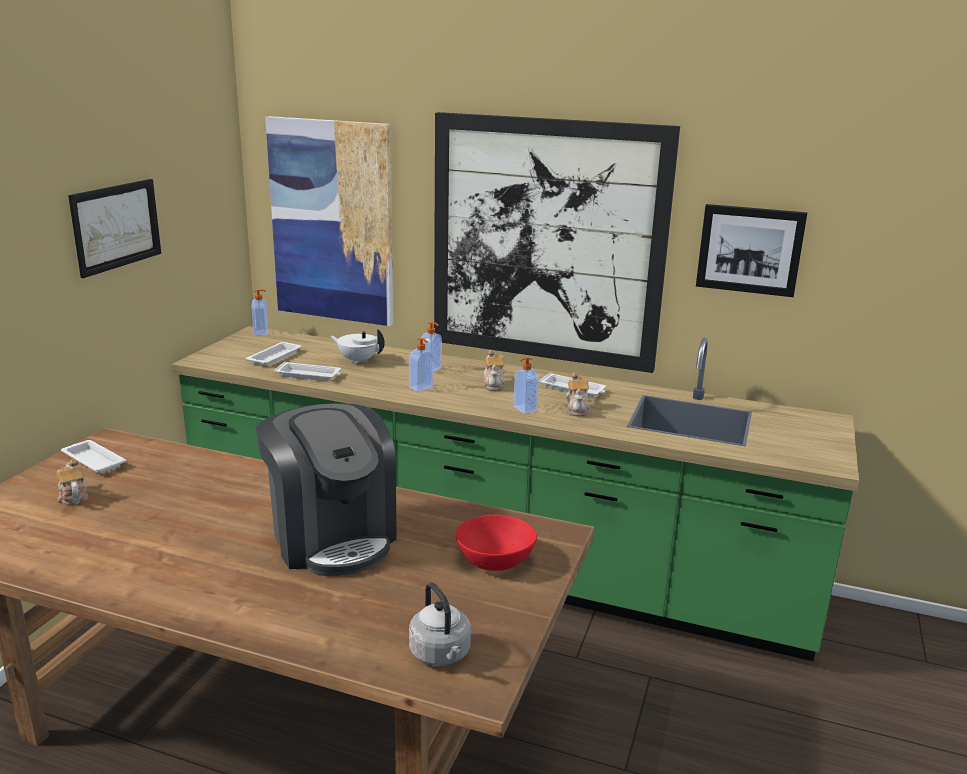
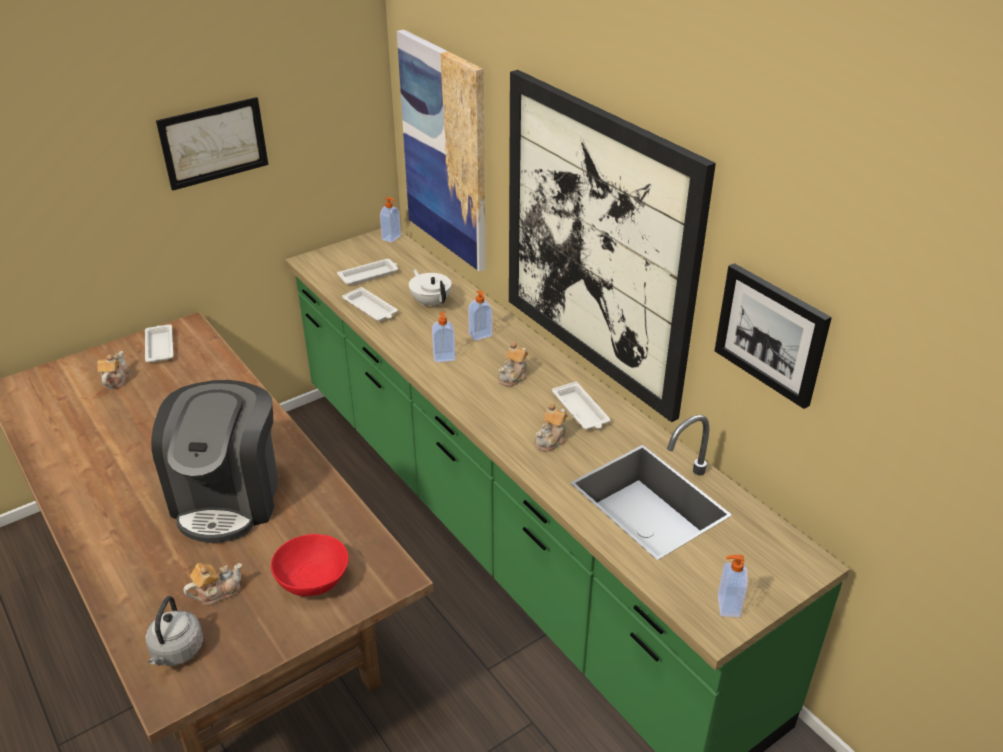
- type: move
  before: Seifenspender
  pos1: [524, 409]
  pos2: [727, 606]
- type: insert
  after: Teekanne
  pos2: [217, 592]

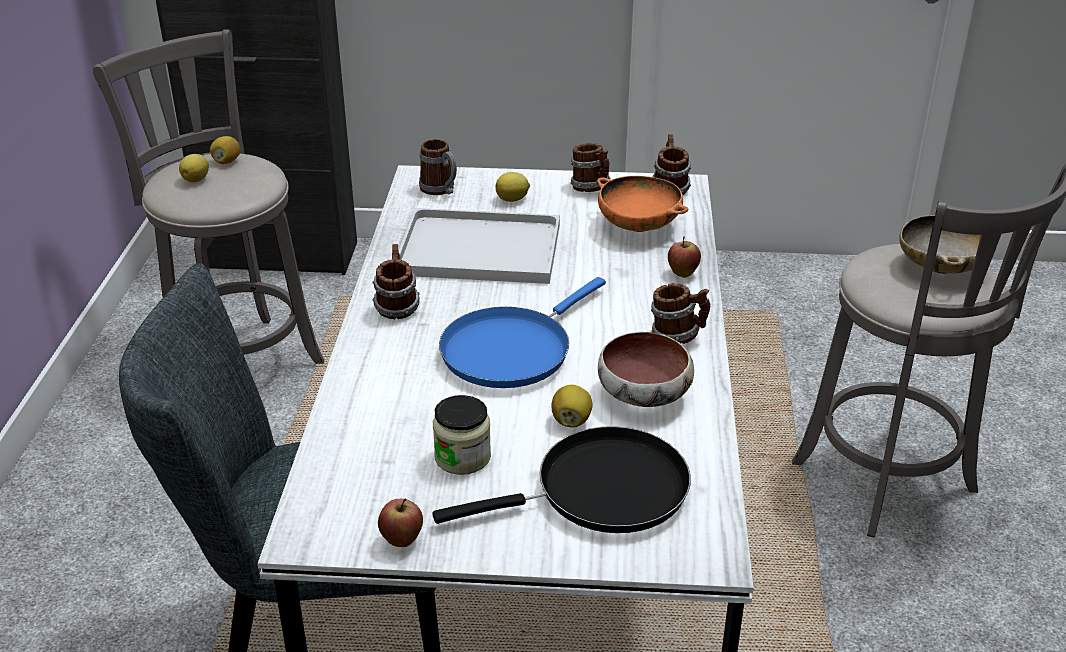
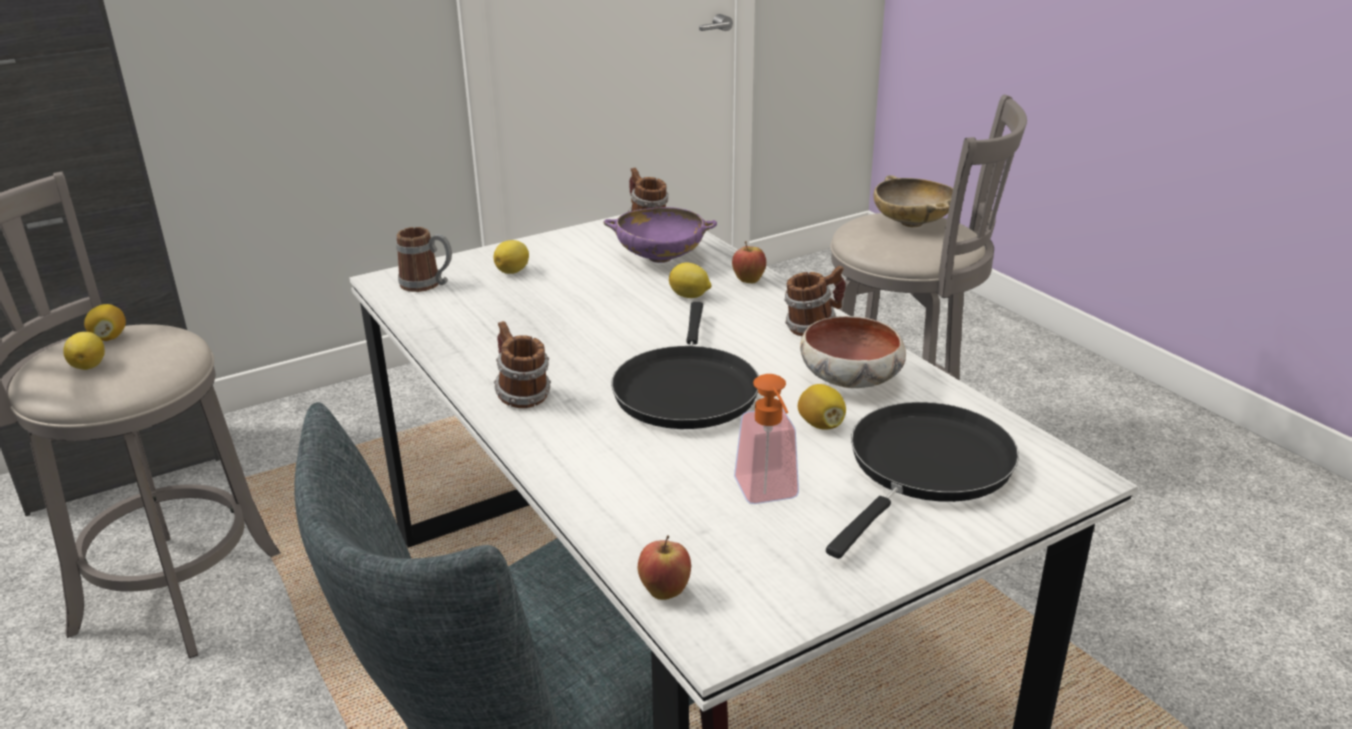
- type: move
  before: Apfel
  pos1: [402, 540]
  pos2: [665, 592]
- type: delete
  before: Tablett/weiß
  pos1: [476, 250]
- type: replace
  before: Vorratsglas
  after: Seifenspender
  pos1: [462, 457]
  pos2: [769, 495]
- type: recolor
  before: Pfanne/blau
  after: Pfanne/schwarz
  pos1: [511, 350]
  pos2: [686, 389]
- type: delete
  before: Henkelbecher
  pos1: [591, 189]
- type: recolor
  before: Schüssel/orange
  after: Schüssel/lila
  pos1: [639, 226]
  pos2: [660, 258]
- type: insert
  after: Zitrone
  pos2: [690, 296]

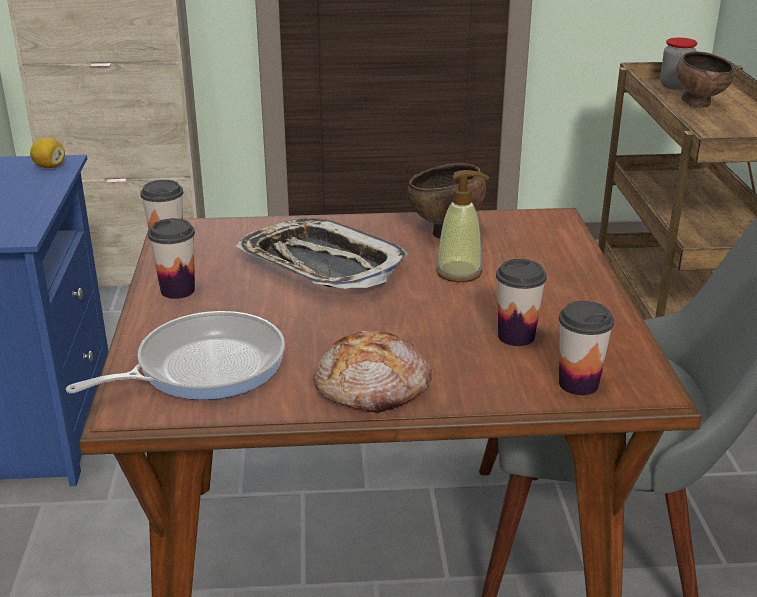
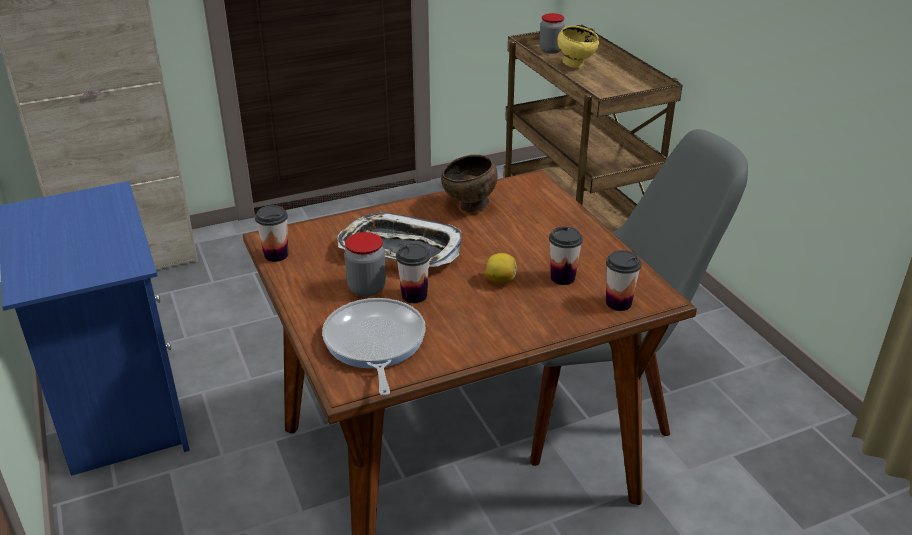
- type: move
  before: Zitrone
  pos1: [49, 166]
  pos2: [501, 281]
- type: rotate
  before: Pfanne
  pos1: [203, 367]
  pos2: [374, 344]
  turn: -45
- type: move
  before: Tasse
  pos1: [177, 290]
  pos2: [414, 295]
- type: delete
  before: Brot
  pos1: [374, 387]
- type: delete
  before: Seifenspender
  pos1: [459, 273]
- type: recolor
  before: Schüssel/braun
  after: Schüssel/gelb
  pos1: [699, 104]
  pos2: [576, 65]
- type: insert
  after: Vorratsglas
  pos2: [367, 288]

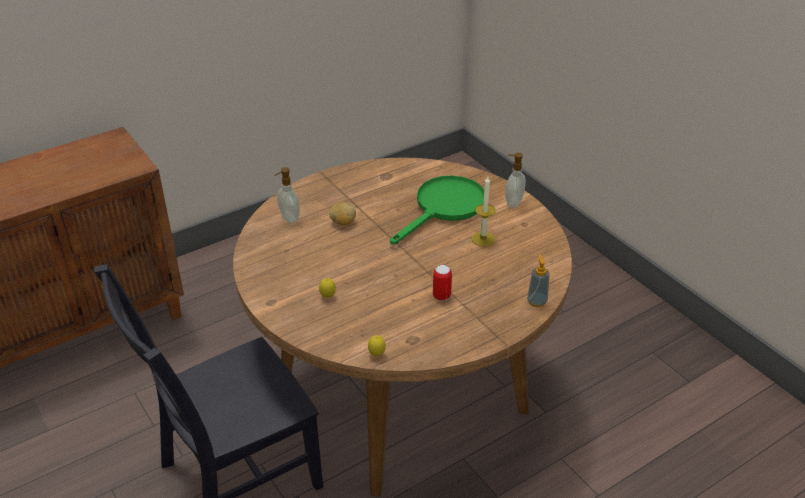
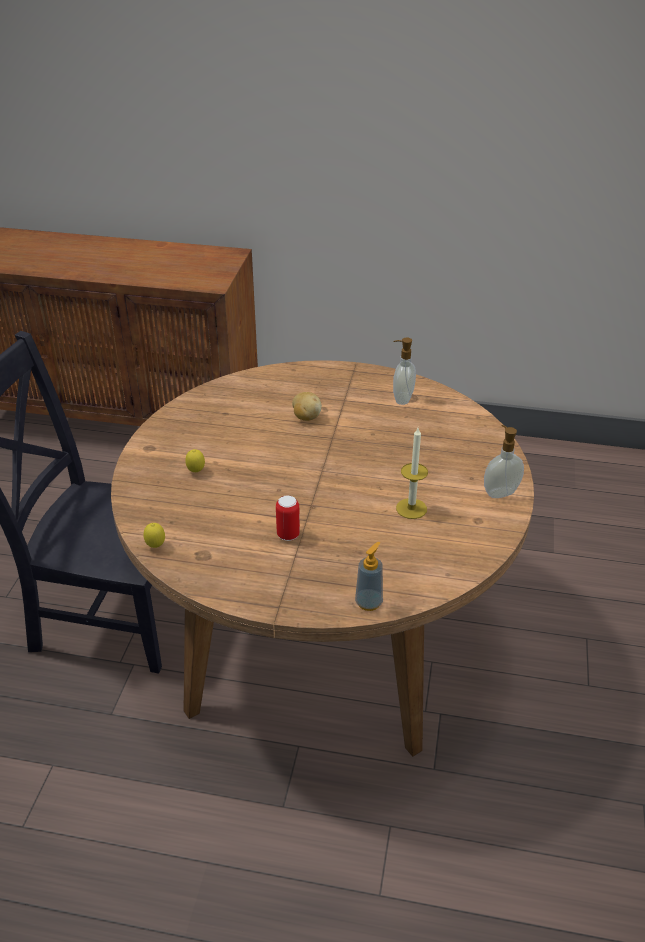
- type: move
  before: Seifenspender
  pos1: [288, 218]
  pos2: [402, 398]
- type: delete
  before: Pfanne/grün
  pos1: [445, 208]

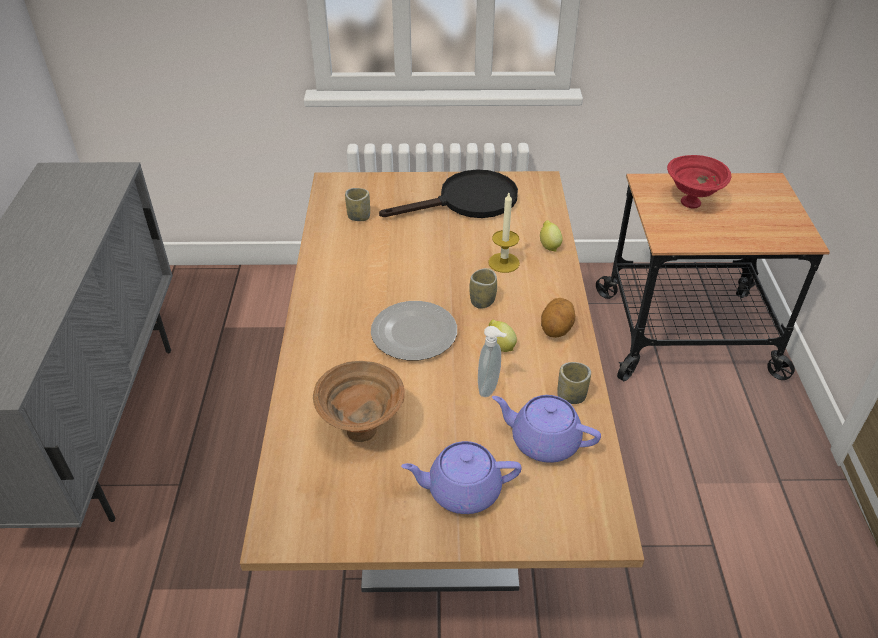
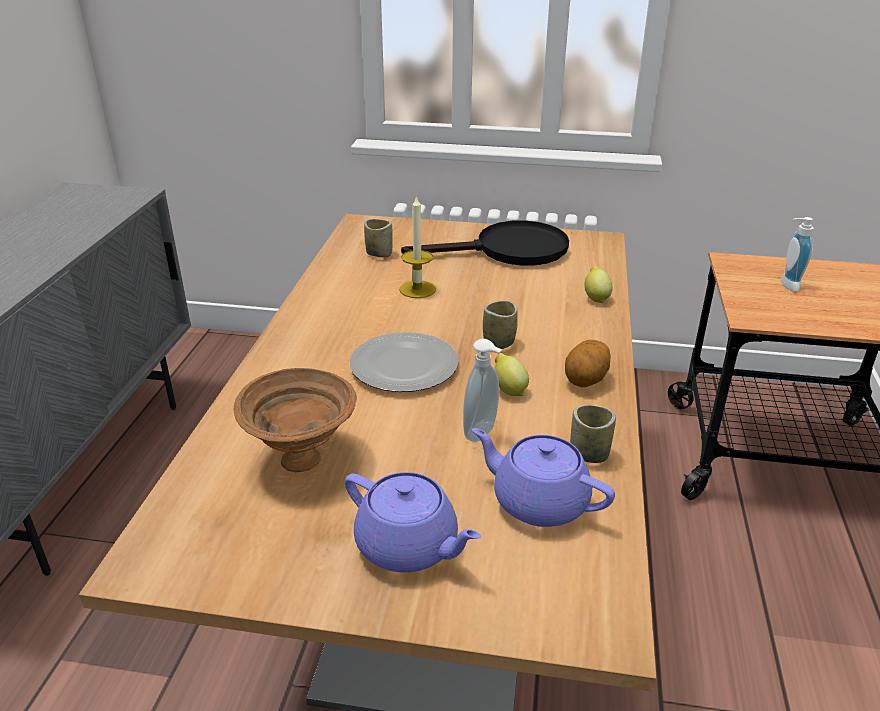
- type: rotate
  before: Teekanne/lila
  pos1: [462, 490]
  pos2: [409, 546]
  turn: -150
- type: move
  before: Kerze
  pos1: [504, 262]
  pos2: [417, 289]
- type: replace
  before: Schüssel/rot
  after: Seifenspender
  pos1: [691, 204]
  pos2: [786, 285]

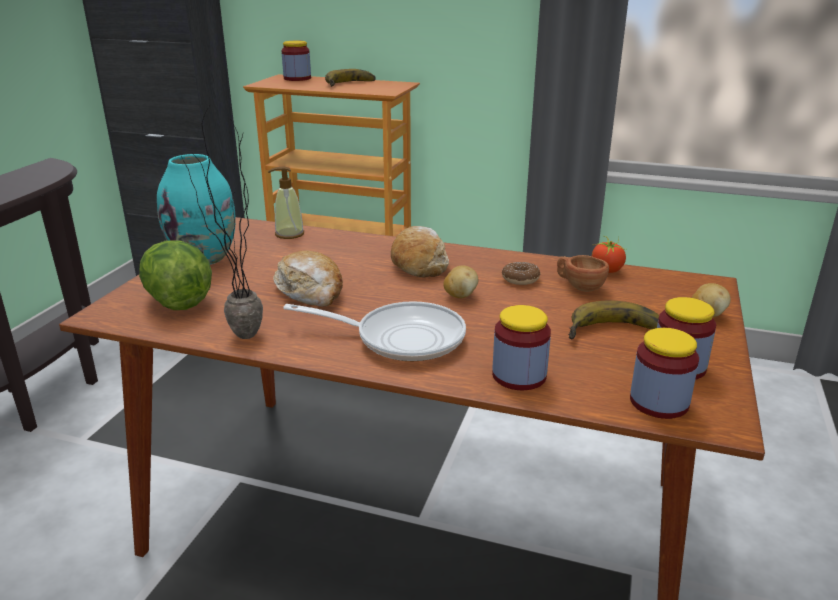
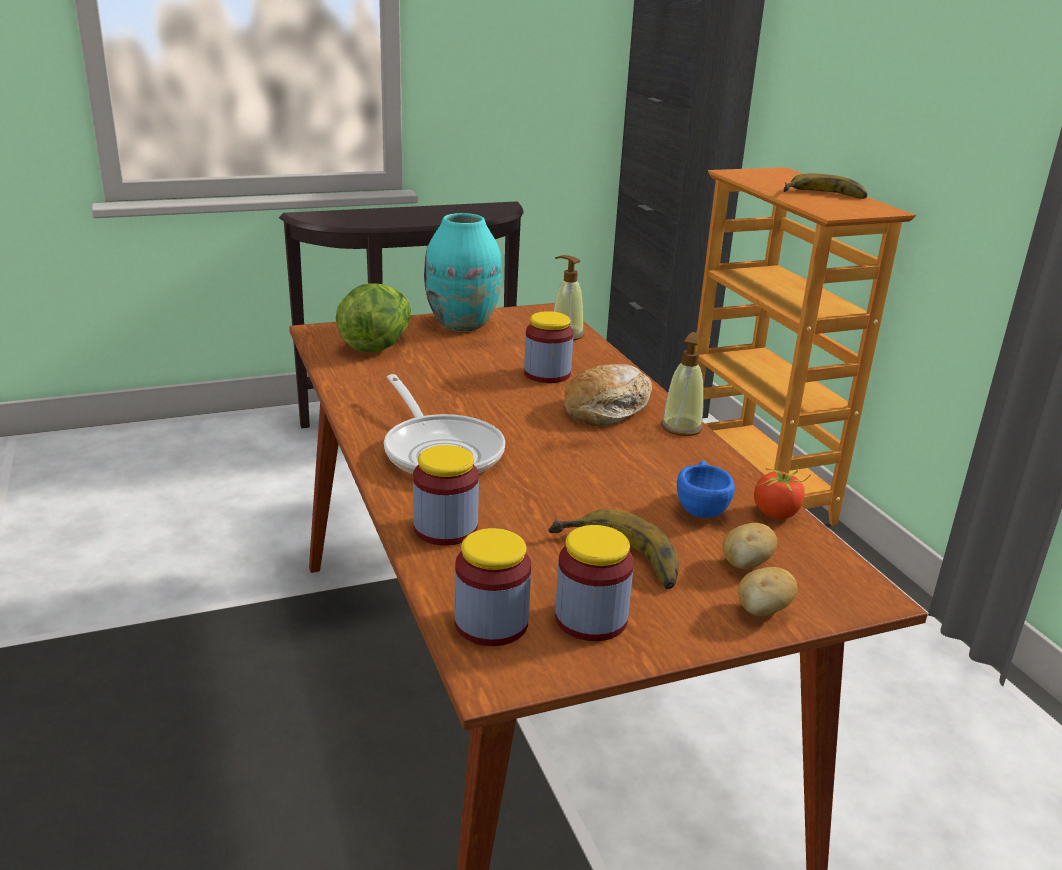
- type: delete
  before: Topfpflanze
  pos1: [236, 339]
- type: delete
  before: Brot
  pos1: [311, 291]
- type: move
  before: Vorratsglas
  pos1: [297, 78]
  pos2: [547, 374]
- type: move
  before: Kartoffel
  pos1: [460, 295]
  pos2: [746, 565]
- type: delete
  before: Donut
  pos1: [520, 279]
- type: recolor
  before: Tasse/braun
  after: Tasse/blau
  pos1: [579, 286]
  pos2: [701, 507]
- type: insert
  after: Seifenspender
  pos2: [681, 427]

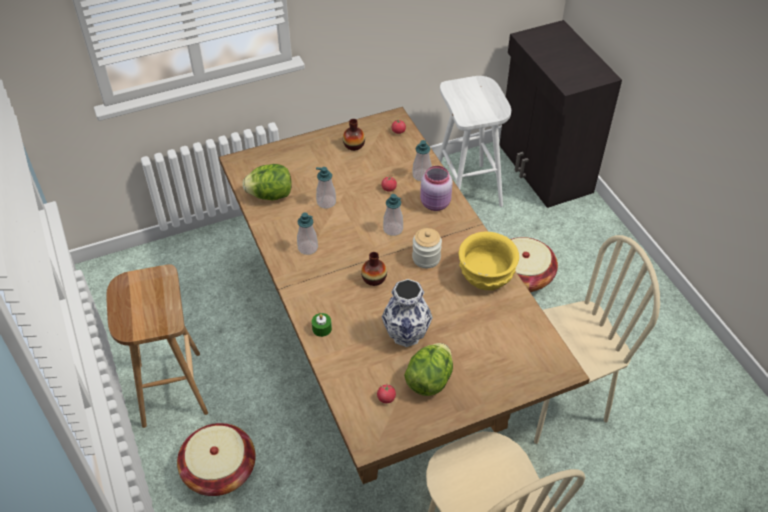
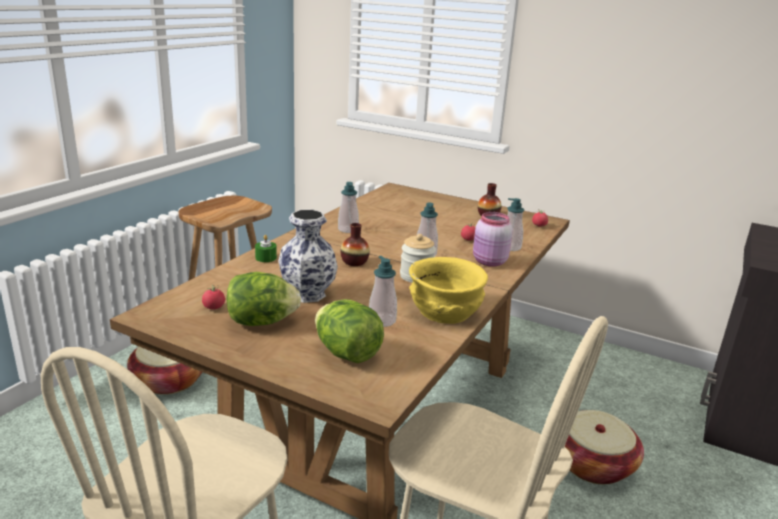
- type: move
  before: Salatkopf
  pos1: [270, 195]
  pos2: [347, 353]
- type: move
  before: Seifenspender
  pos1: [326, 202]
  pos2: [382, 320]
- type: delete
  before: Hocker/weiß
  pos1: [468, 190]

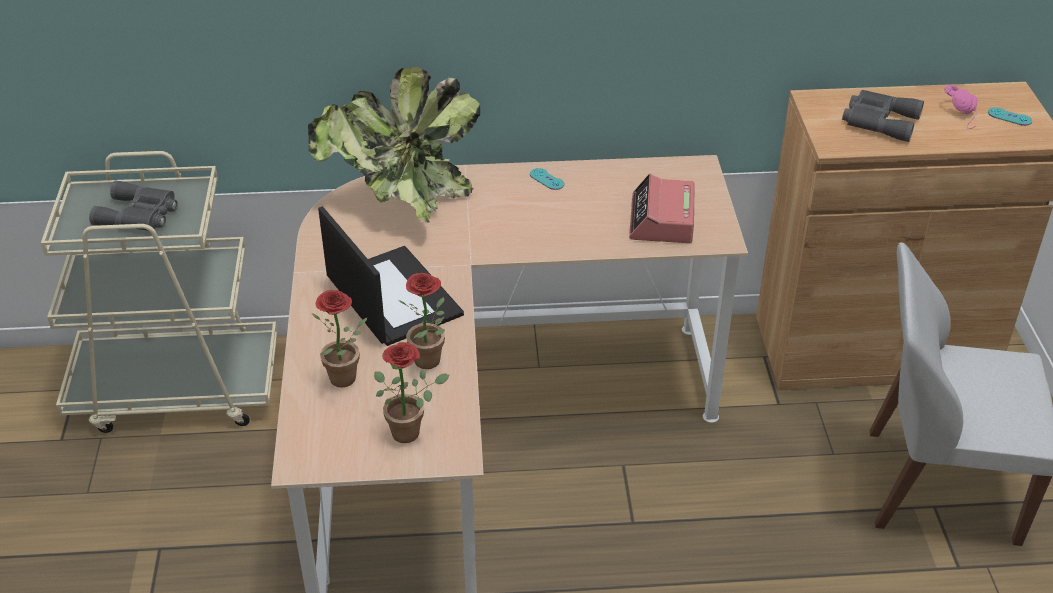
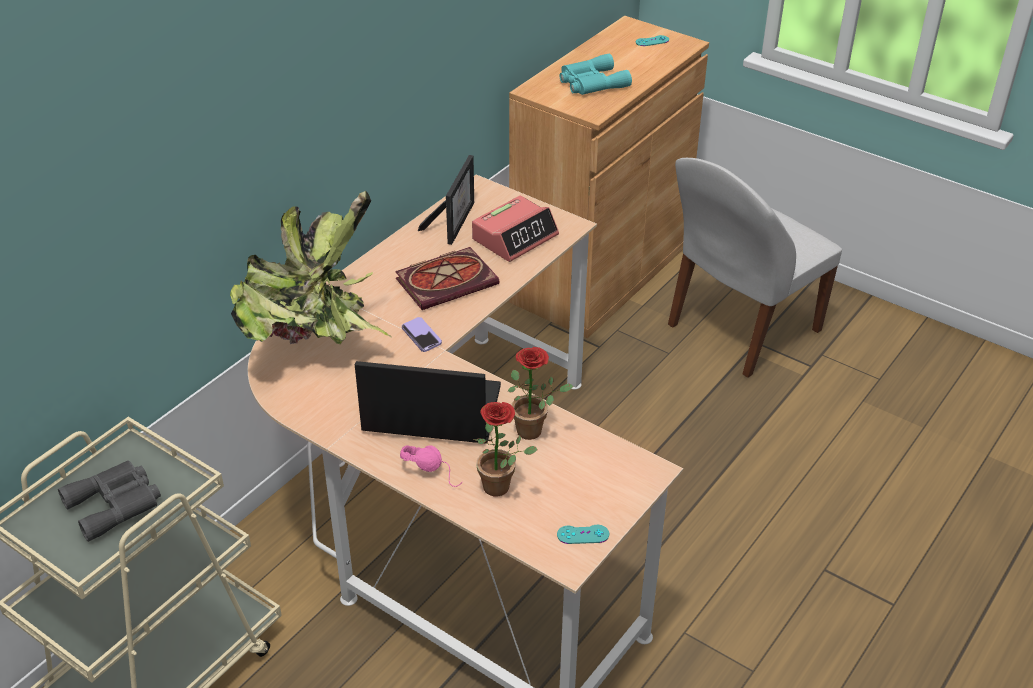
- type: delete
  before: Topfpflanze
  pos1: [411, 431]
- type: move
  before: Gamepad/türkis
  pos1: [547, 179]
  pos2: [583, 534]
- type: rotate
  before: Wecker
  pos1: [661, 220]
  pos2: [515, 237]
  turn: -90
- type: recolor
  before: Fernglas/grau
  after: Fernglas/türkis
  pos1: [878, 120]
  pos2: [591, 82]
- type: move
  before: Kopfhörer/rosa
  pos1: [966, 115]
  pos2: [435, 470]
- type: insert
  after: Buch
  pos2: [448, 280]
- type: insert
  after: Handy
  pos2: [421, 336]
- type: insert
  after: Bilderrahmen
  pos2: [454, 221]

